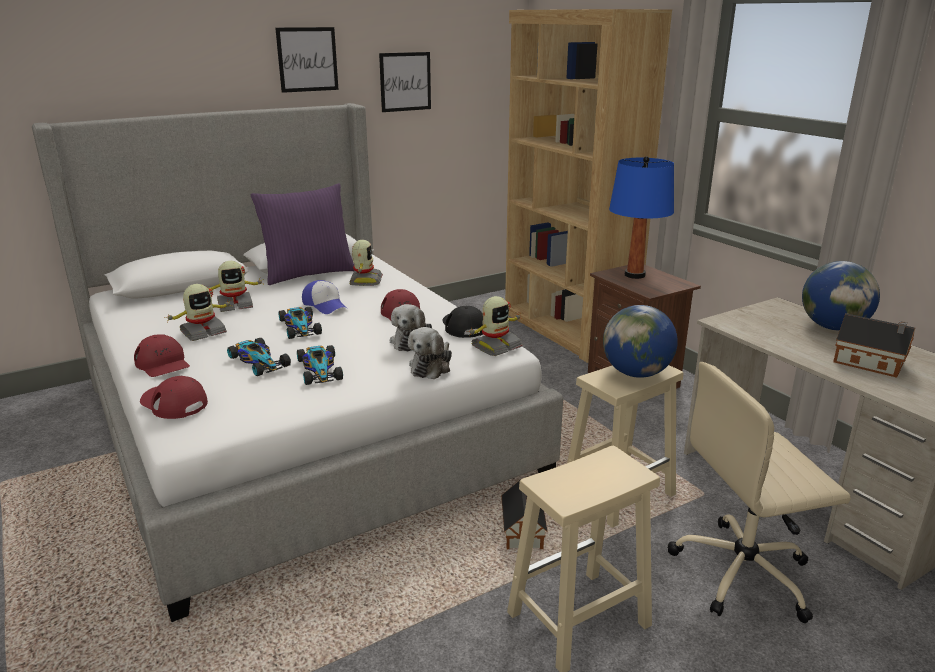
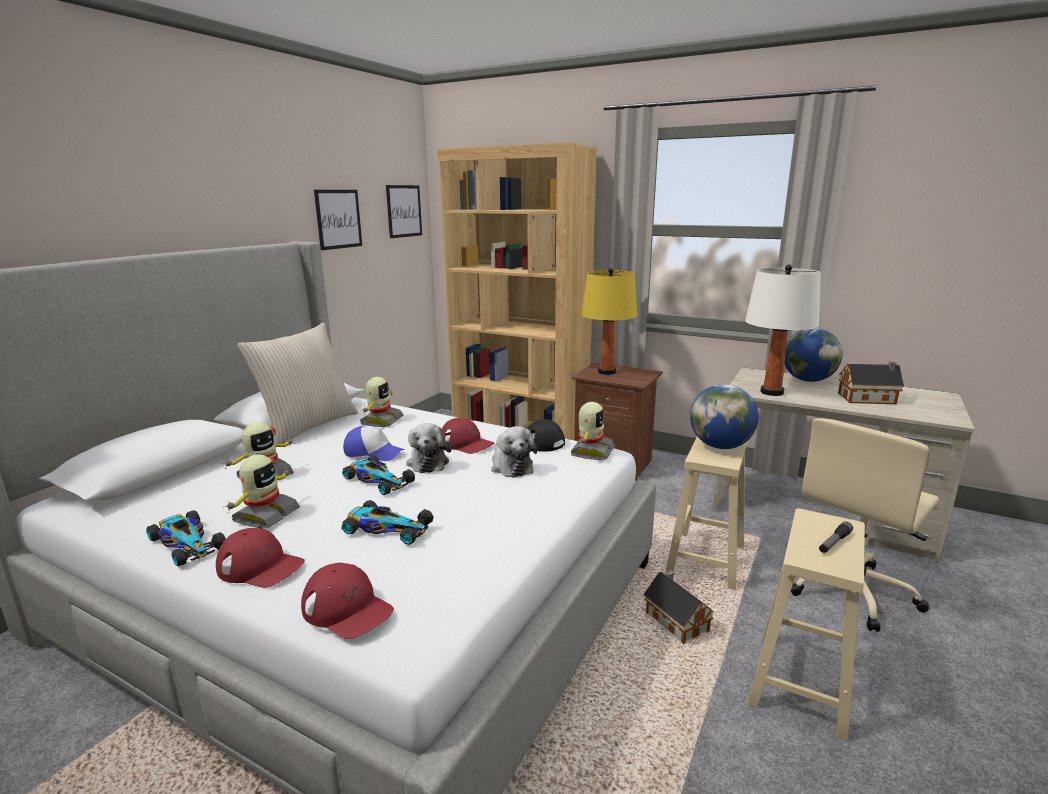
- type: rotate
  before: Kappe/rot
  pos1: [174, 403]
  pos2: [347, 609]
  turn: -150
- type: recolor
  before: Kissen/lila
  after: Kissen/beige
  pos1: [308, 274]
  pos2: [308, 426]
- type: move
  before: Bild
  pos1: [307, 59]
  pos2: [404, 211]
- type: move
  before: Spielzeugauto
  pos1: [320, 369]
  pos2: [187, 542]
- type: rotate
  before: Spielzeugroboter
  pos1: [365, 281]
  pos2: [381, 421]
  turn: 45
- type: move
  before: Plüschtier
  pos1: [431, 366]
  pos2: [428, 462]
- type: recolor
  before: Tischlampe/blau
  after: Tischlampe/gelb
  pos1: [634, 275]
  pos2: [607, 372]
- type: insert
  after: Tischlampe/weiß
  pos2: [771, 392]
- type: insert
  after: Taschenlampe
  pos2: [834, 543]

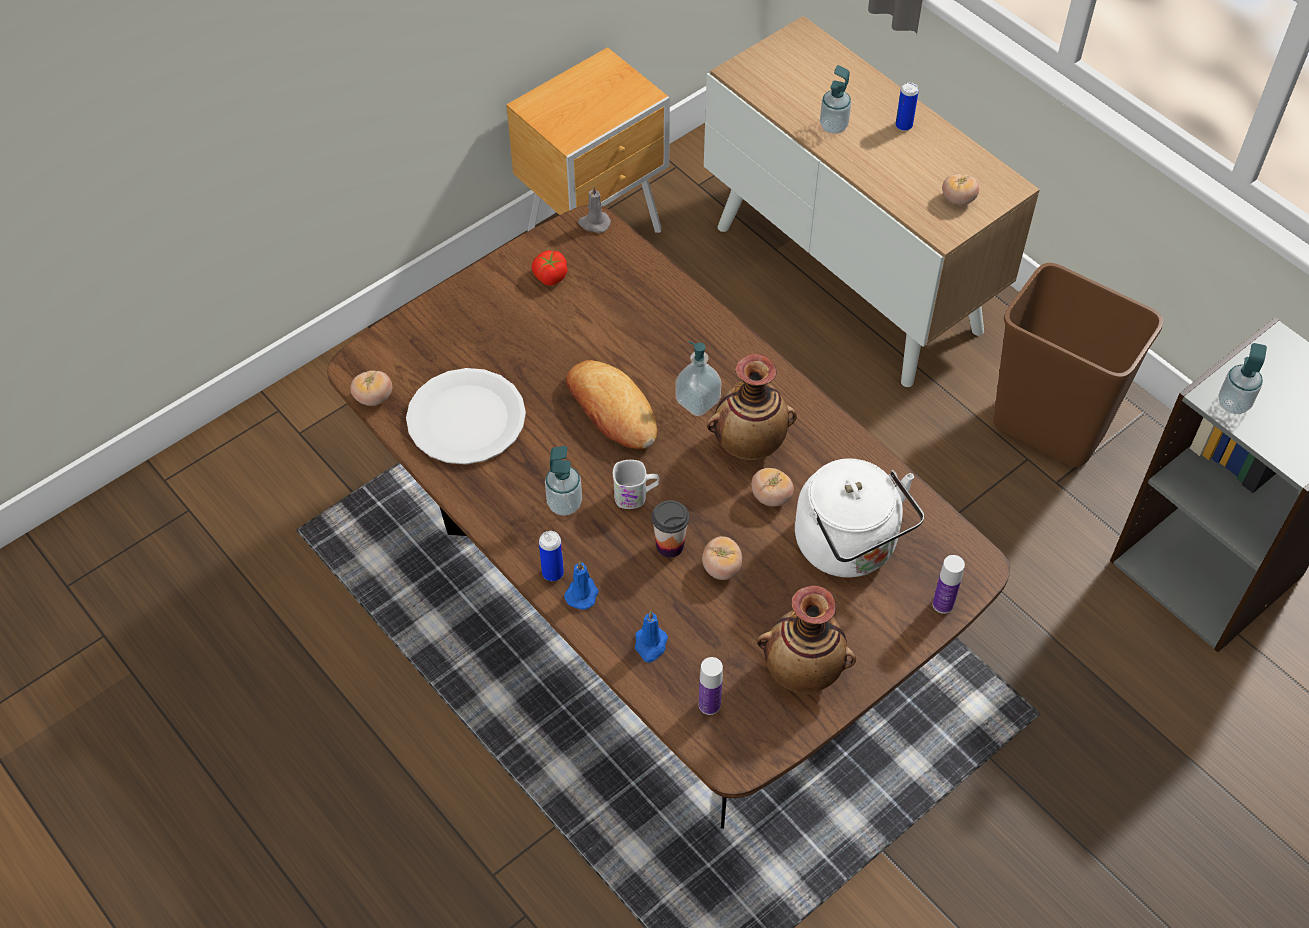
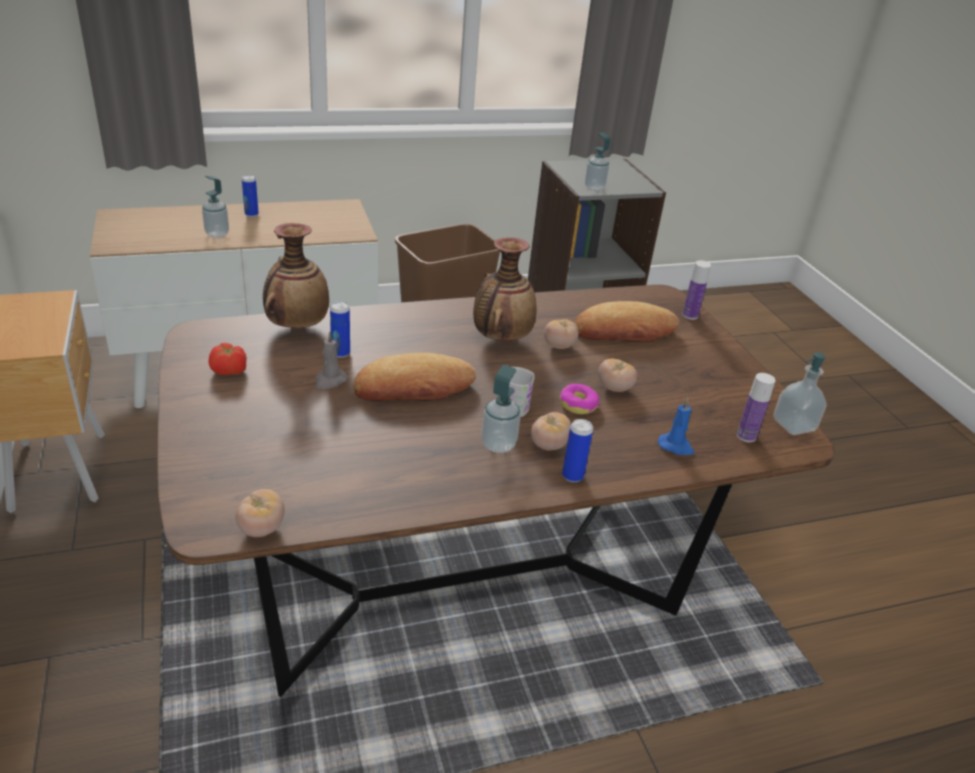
- type: delete
  before: Teller/weiß
  pos1: [466, 419]
- type: delete
  before: Kerze/blau
  pos1: [582, 593]
- type: move
  before: Kerze/grau
  pos1: [594, 223]
  pos2: [329, 381]
- type: replace
  before: Tasse
  after: Donut
  pos1: [670, 545]
  pos2: [578, 404]
- type: move
  before: Seifenspender
  pos1: [697, 401]
  pos2: [793, 425]
- type: move
  before: Vase
  pos1: [803, 670]
  pos2: [297, 326]
- type: replace
  before: Wasserkessel/weiß
  after: Brot
  pos1: [850, 547]
  pos2: [624, 331]
- type: move
  before: Tomate
  pos1: [958, 199]
  pos2: [549, 445]
- type: insert
  after: Dose
  pos2: [340, 353]

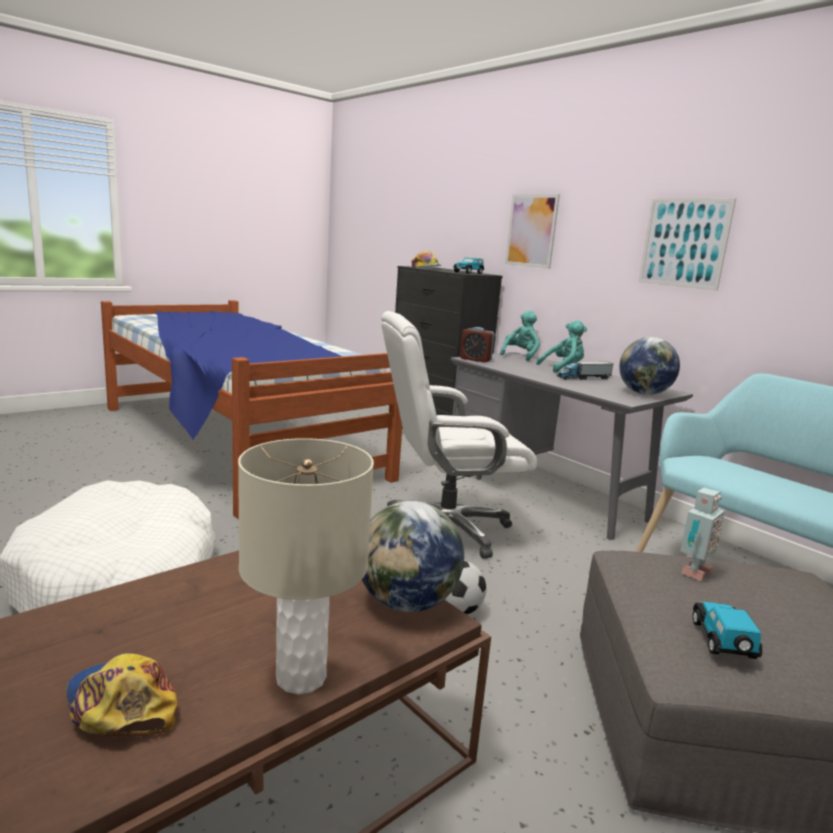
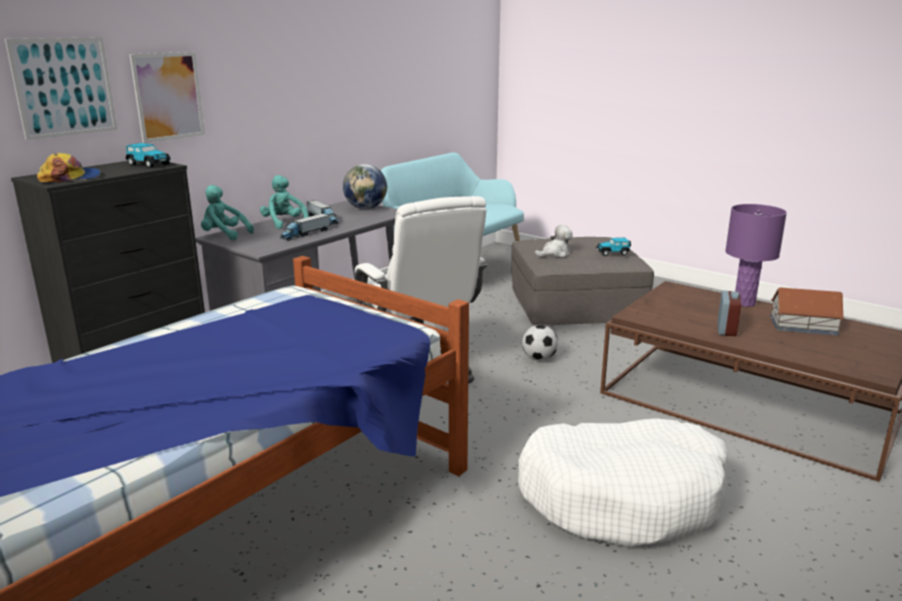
- type: replace
  before: Kappe
  after: Spielzeughaus
  pos1: [121, 704]
  pos2: [804, 326]
- type: recolor
  before: Tischlampe/beige
  after: Tischlampe/lila
  pos1: [300, 678]
  pos2: [744, 303]
- type: delete
  before: Globus
  pos1: [407, 603]
- type: move
  before: Wecker
  pos1: [475, 359]
  pos2: [726, 329]
- type: move
  before: Bild
  pos1: [684, 243]
  pos2: [64, 87]
- type: replace
  before: Spielzeugroboter
  after: Plüschtier
  pos1: [692, 572]
  pos2: [555, 254]
- type: insert
  after: Spielzeuglaster
  pos2: [305, 234]

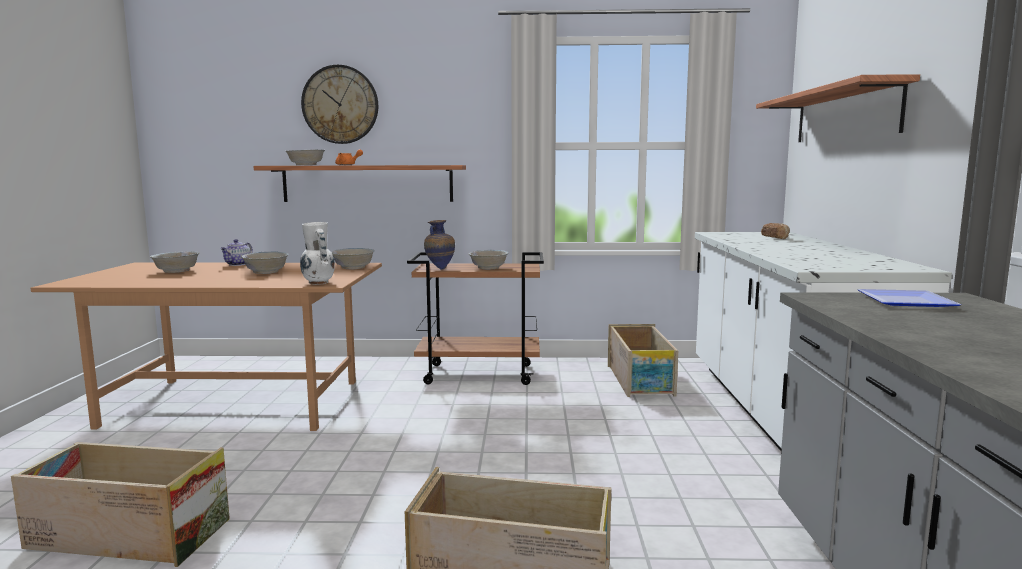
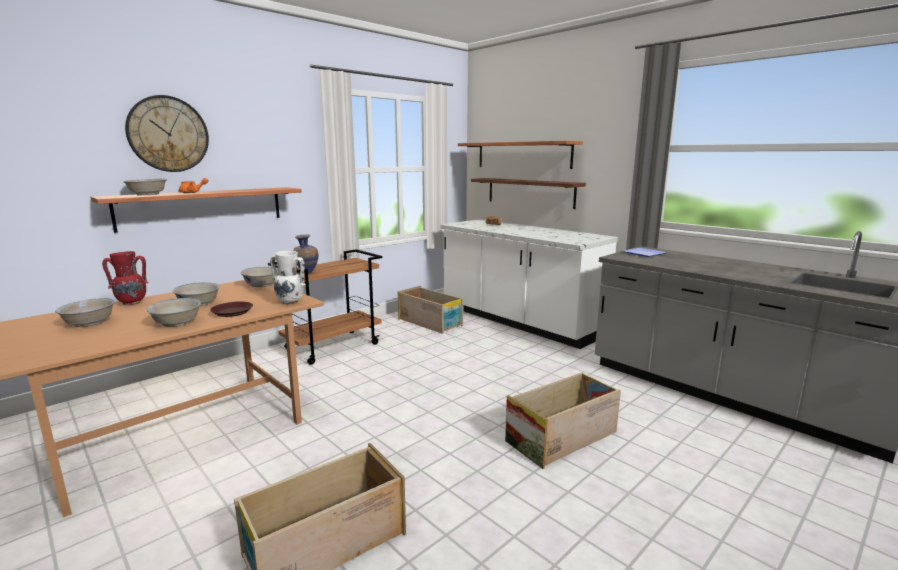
- type: replace
  before: Teekanne
  after: Vase/rot
  pos1: [238, 264]
  pos2: [131, 303]
- type: move
  before: Schüssel/weiß
  pos1: [488, 268]
  pos2: [177, 323]
- type: insert
  after: Teller/braun
  pos2: [232, 312]
- type: insert
  after: Wandregal
  pos2: [530, 192]

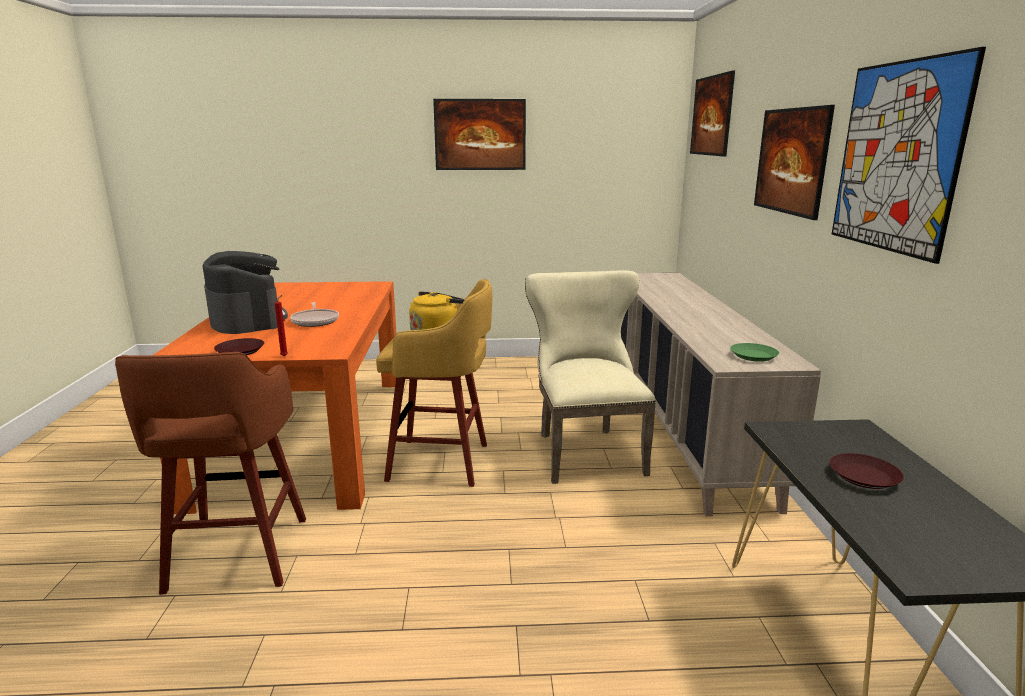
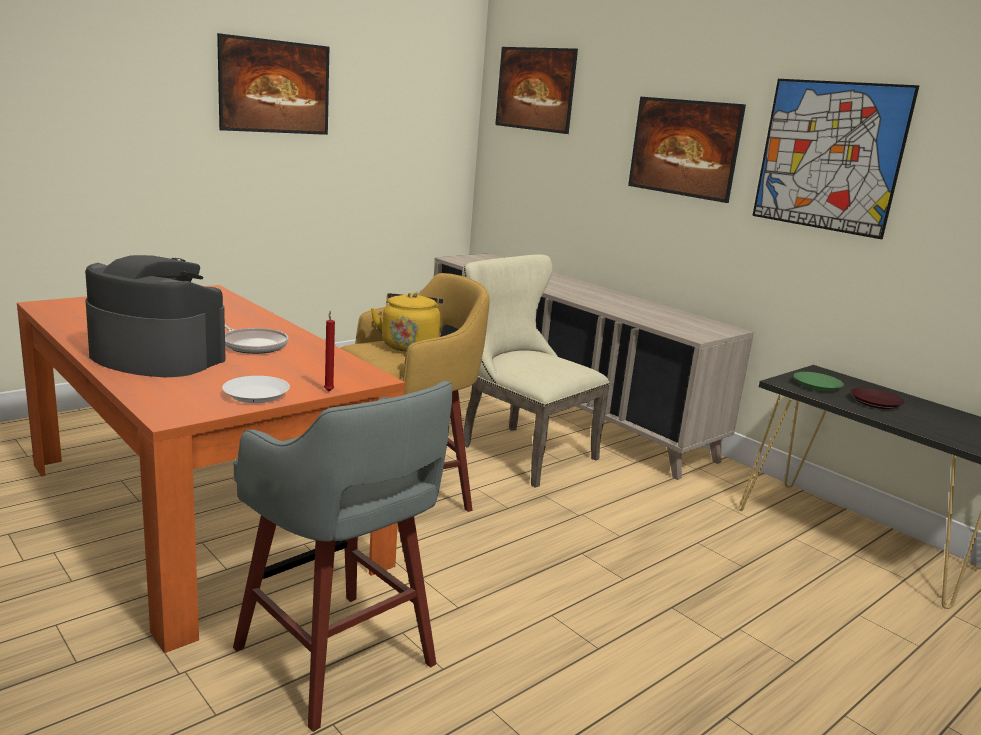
- type: recolor
  before: Hocker/braun
  after: Hocker/grau
  pos1: [236, 557]
  pos2: [338, 660]
- type: recolor
  before: Teller/braun
  after: Teller/weiß
  pos1: [239, 351]
  pos2: [255, 395]
- type: move
  before: Teller/grün
  pos1: [753, 356]
  pos2: [817, 385]

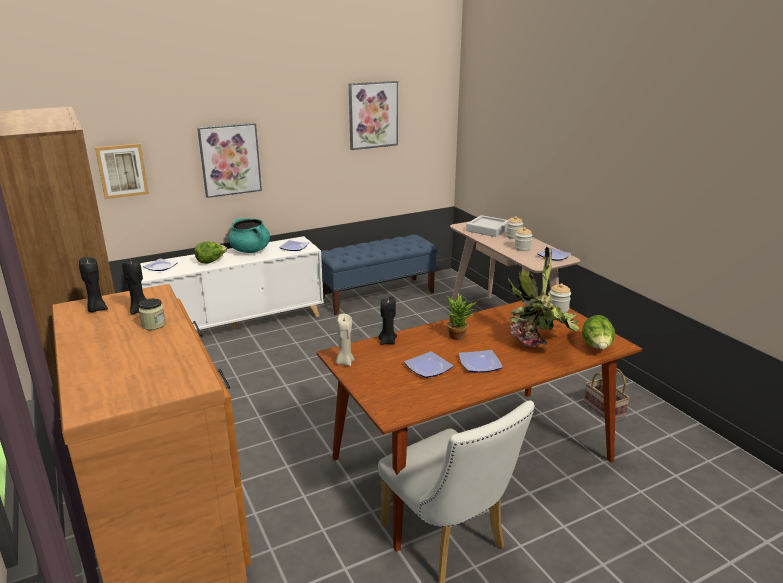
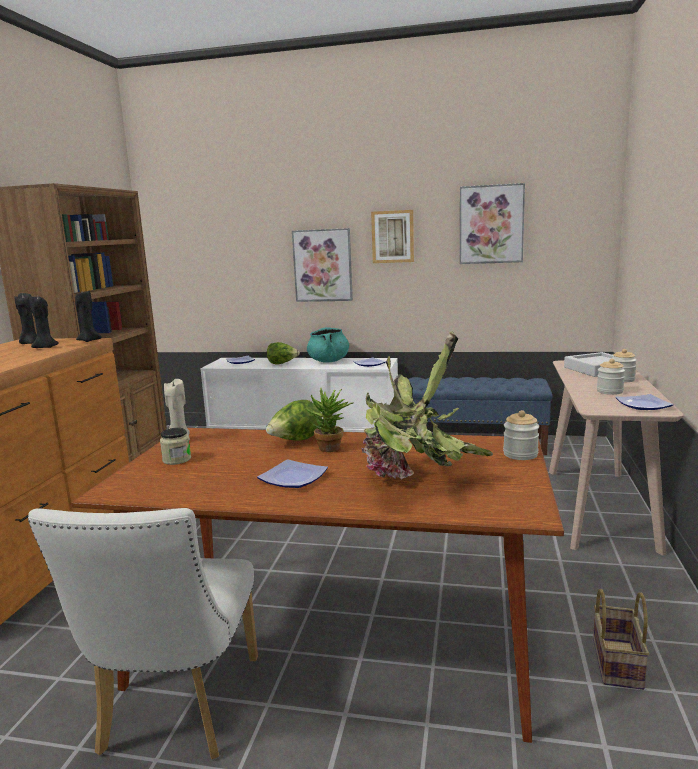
- type: move
  before: Bild
  pos1: [122, 170]
  pos2: [392, 236]
- type: move
  before: Vorratsglas
  pos1: [154, 325]
  pos2: [177, 459]
- type: move
  before: Kerze/schwarz
  pos1: [387, 341]
  pos2: [89, 340]
- type: delete
  before: Teller
  pos1: [429, 368]
- type: move
  before: Salatkopf
  pos1: [597, 347]
  pos2: [296, 441]

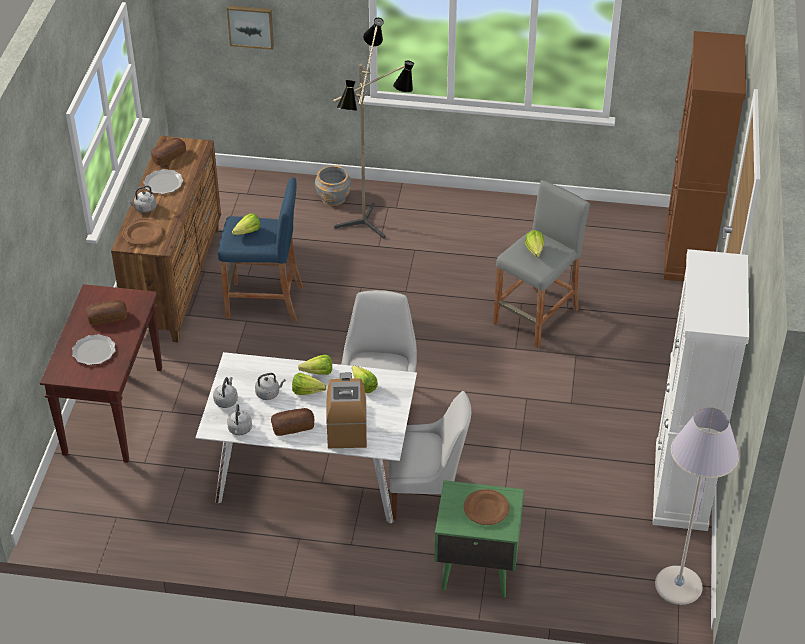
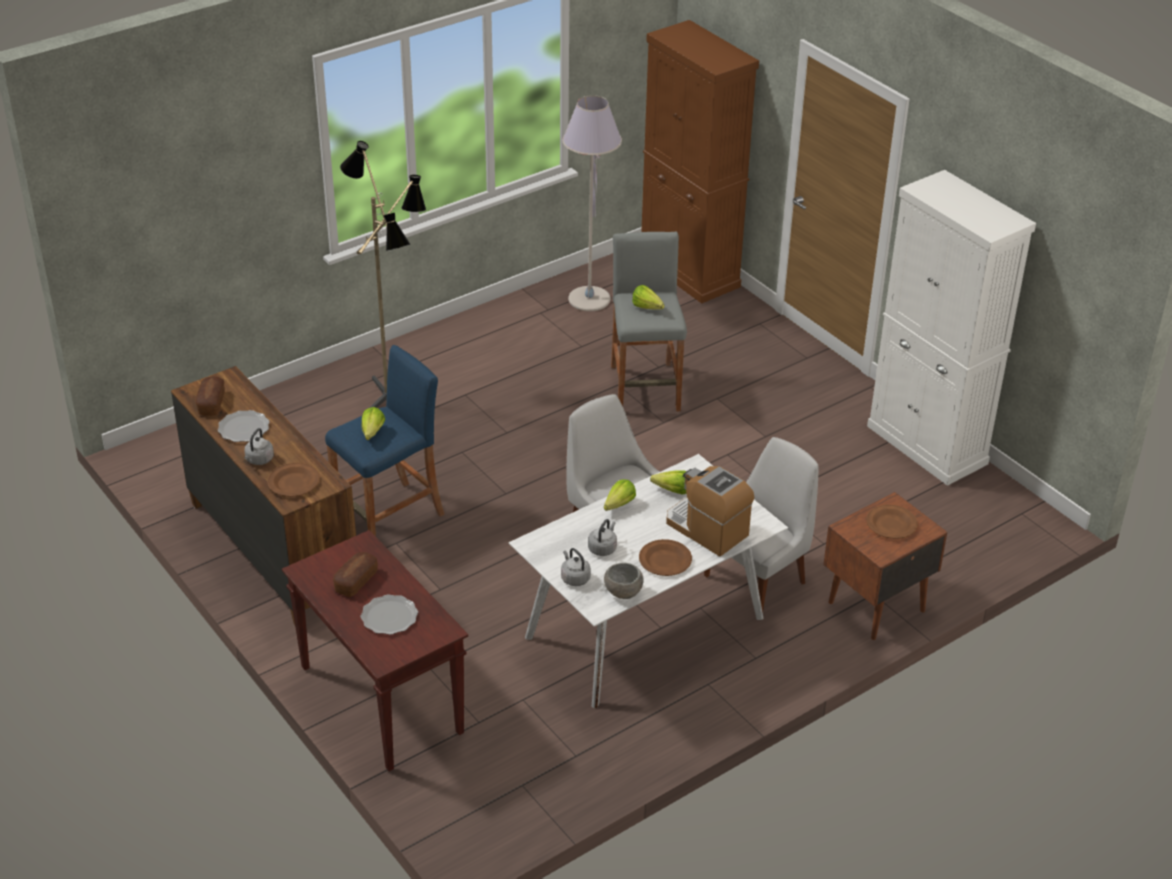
- type: delete
  before: Bild
  pos1: [251, 26]
- type: replace
  before: Wasserkessel/grau
  after: Schüssel/grau
  pos1: [240, 430]
  pos2: [624, 593]
- type: replace
  before: Brot
  after: Teller/braun
  pos1: [293, 427]
  pos2: [665, 560]
- type: delete
  before: Salatkopf
  pos1: [310, 392]
- type: delete
  before: Pflanzkübel/grau
  pos1: [333, 198]
- type: recolor
  before: Nachttisch/grün
  after: Nachttisch/braun
  pos1: [475, 569]
  pos2: [875, 606]
- type: move
  before: Stehlampe/grau
  pos1: [678, 586]
  pos2: [589, 300]

